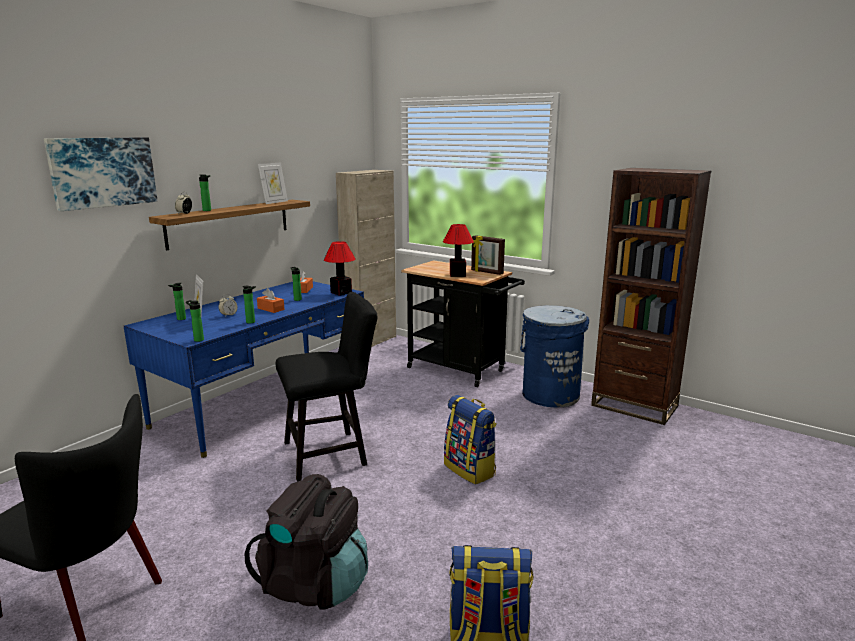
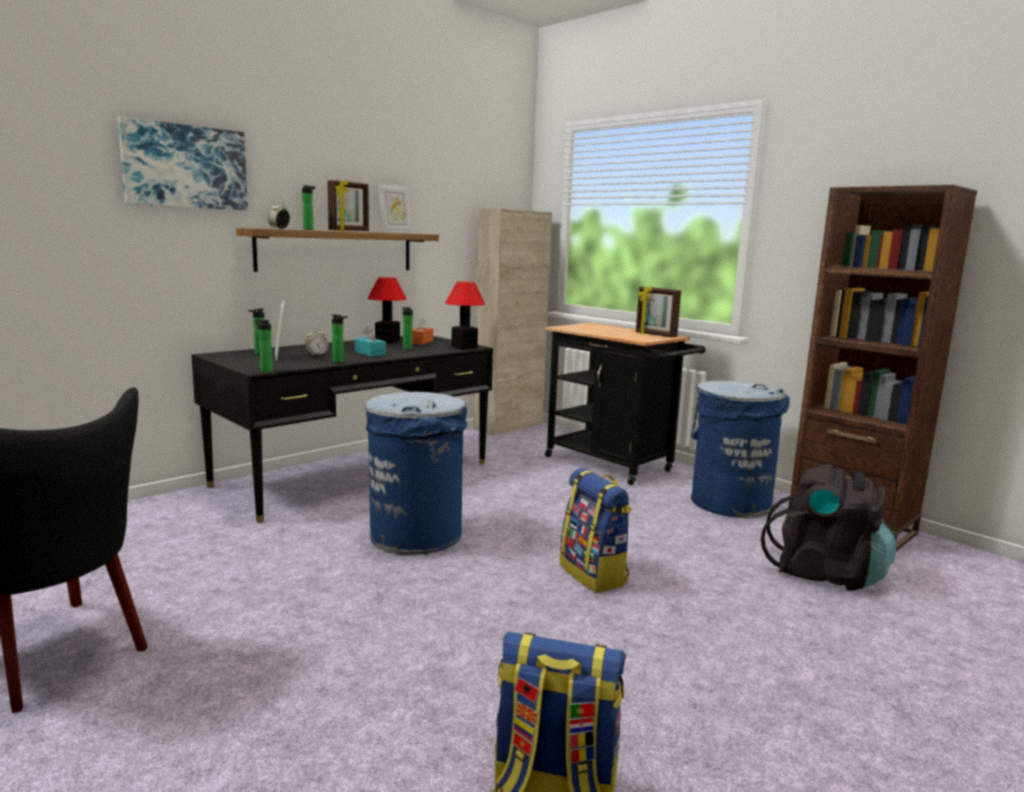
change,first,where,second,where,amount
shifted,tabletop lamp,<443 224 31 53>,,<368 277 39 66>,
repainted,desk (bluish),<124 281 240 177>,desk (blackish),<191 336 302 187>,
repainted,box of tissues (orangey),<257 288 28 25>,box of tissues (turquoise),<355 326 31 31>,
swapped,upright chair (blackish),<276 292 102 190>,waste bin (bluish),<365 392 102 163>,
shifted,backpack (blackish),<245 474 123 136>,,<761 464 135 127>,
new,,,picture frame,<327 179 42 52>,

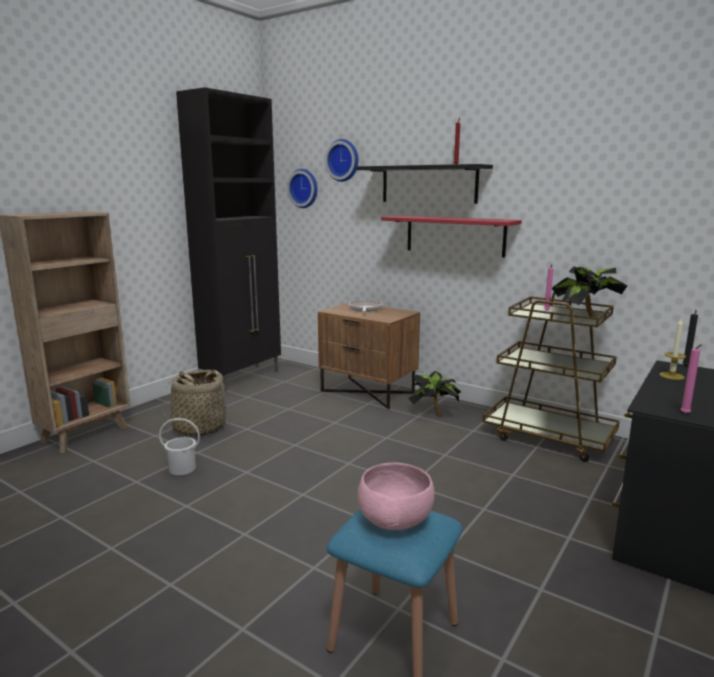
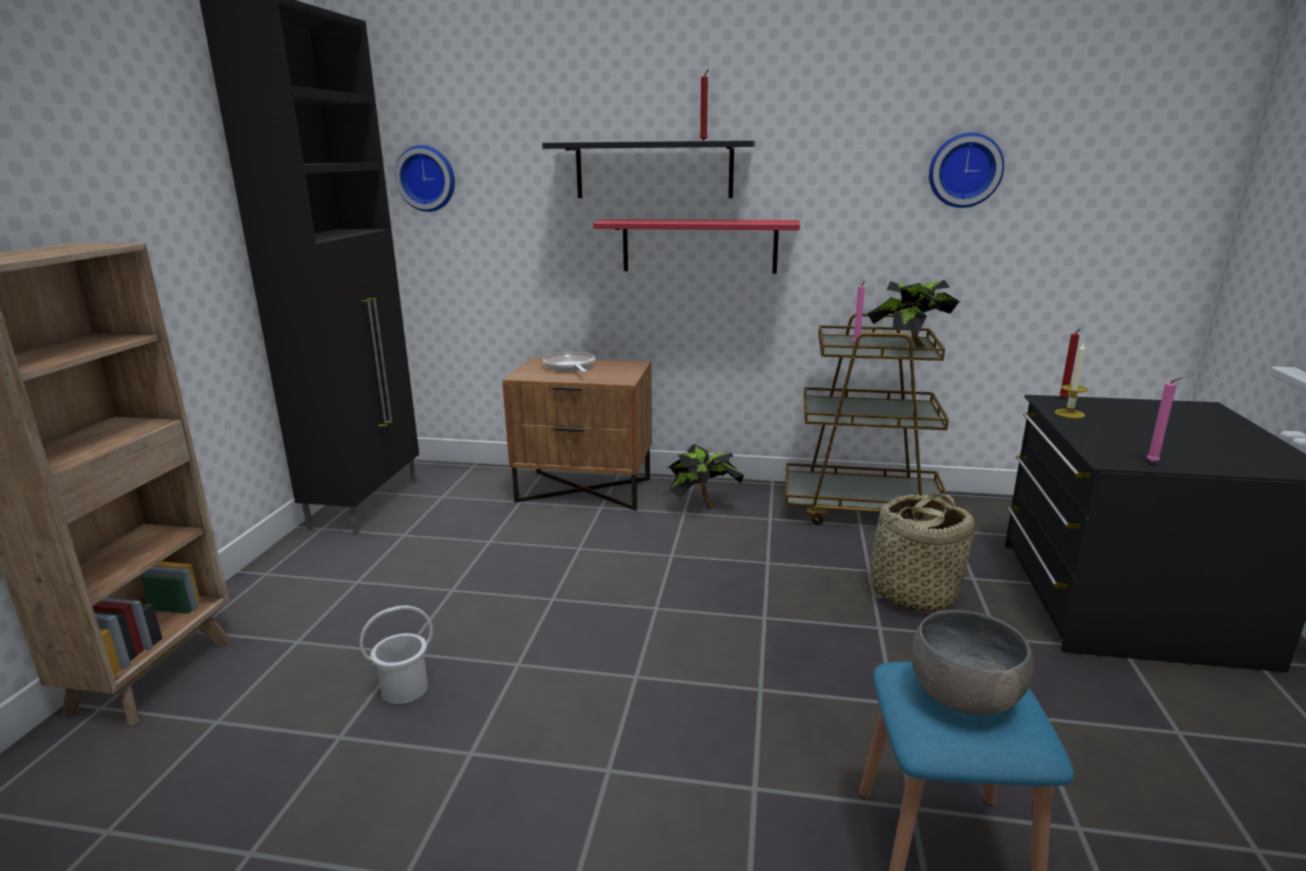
change,first,where,second,where,amount
shifted,hanging clock,<325 139 33 43>,,<929 133 75 75>,
repainted,wax light (blackish),<682 310 16 56>,wax light (red-coloured),<1059 329 21 69>,
shifted,storage basket,<162 370 70 66>,,<859 494 115 119>,
repainted,serving bowl (pink),<358 463 77 67>,serving bowl (gray),<911 610 123 105>,

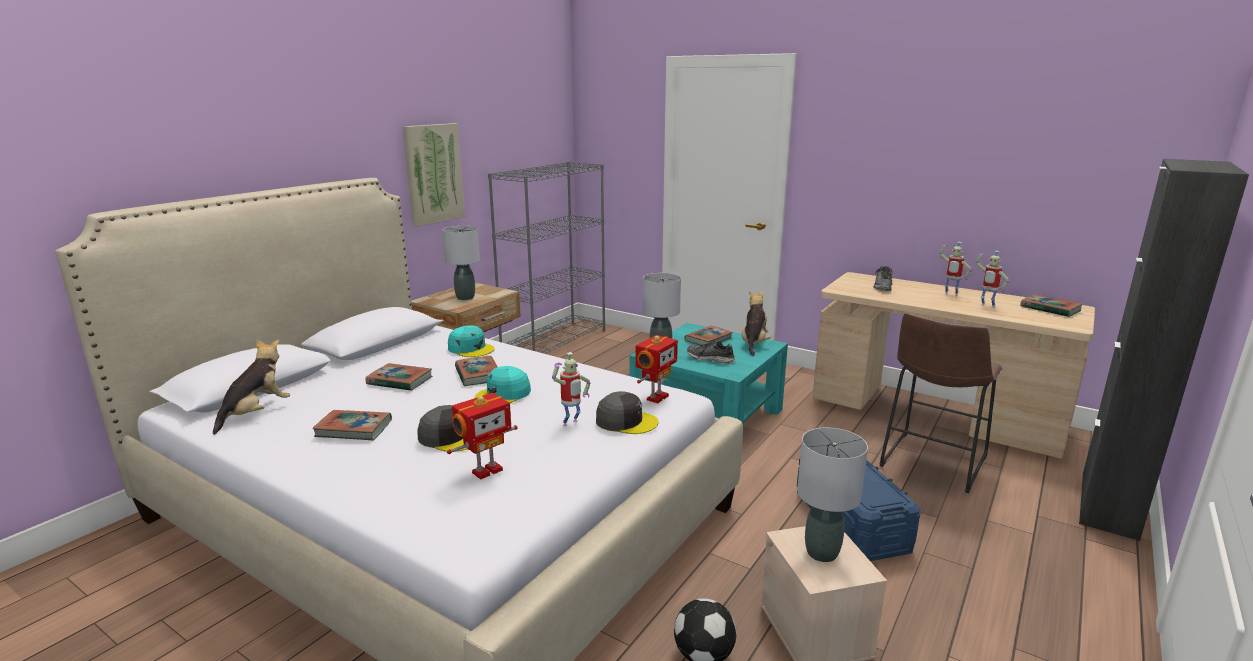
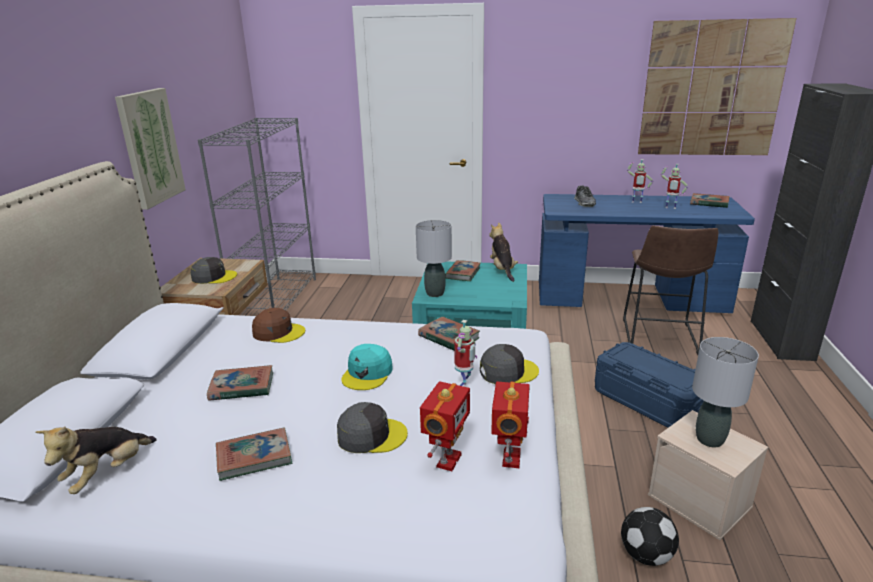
change,first,where,second,where,amount
swapped,tabletop lamp (gray),<442 226 38 74>,peaked cap (gray),<191 257 46 27>,
repainted,desk (beige),<812 272 283 186>,desk (bluish),<539 194 216 119>,
repainted,peaked cap (turquoise),<448 326 47 31>,peaked cap (brown),<252 308 53 35>,
shifted,toy robot,<635 335 43 68>,,<491 382 39 86>,
rotated,plush toy,<213 339 77 96>,,<35 427 122 67>,150 degrees counterclockwise
gone,low shoe,<687 340 48 24>,,,
shifted,volume,<455 356 43 30>,,<418 317 62 33>,
new,,,wall picture,<638 18 158 137>,

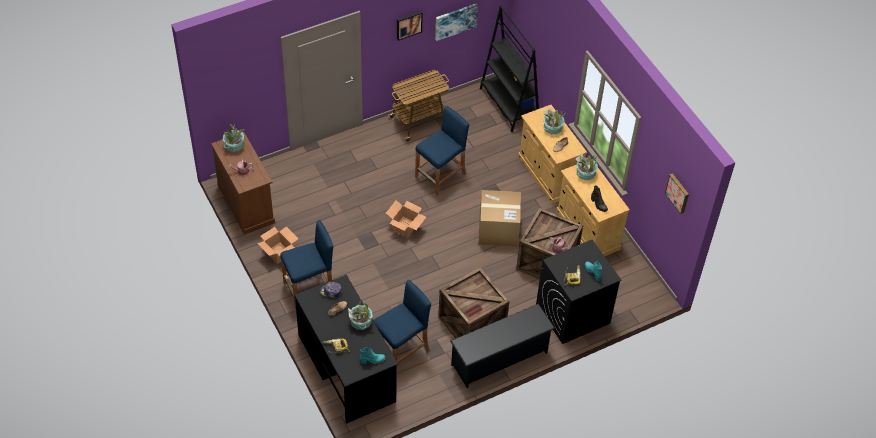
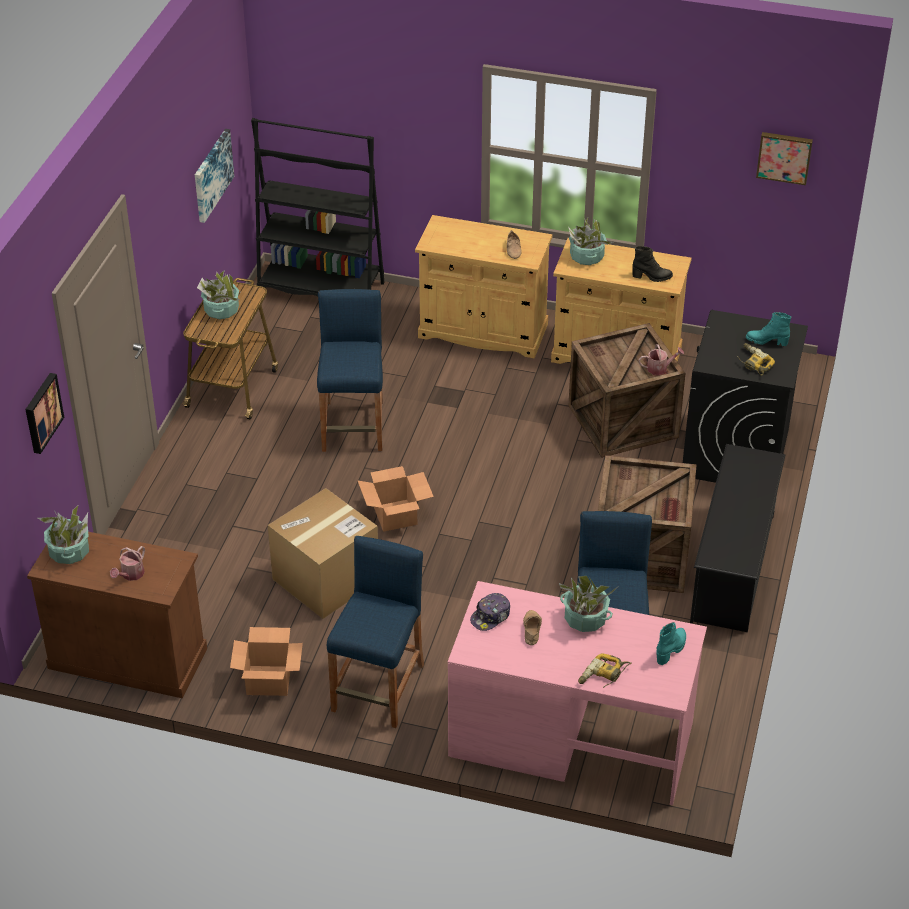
change,first,where,second,where,amount
shifted,wall picture,<397 11 26 30>,,<25 373 39 81>,
shifted,plant in a pot,<543 108 23 26>,,<197 270 43 49>,
shifted,packing box,<479 190 42 57>,,<268 488 110 131>,
repainted,desk (blackish),<295 275 103 149>,desk (pink),<448 581 259 224>,

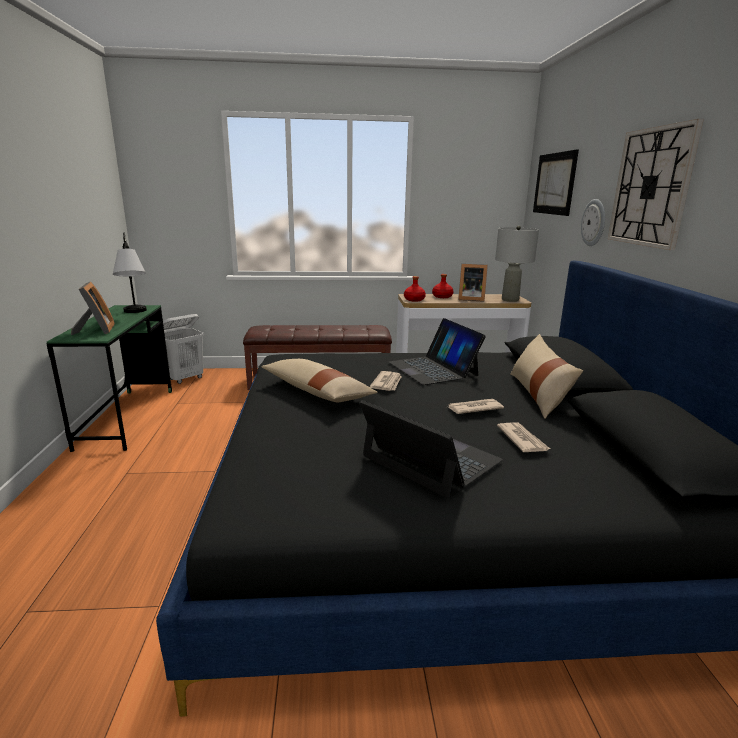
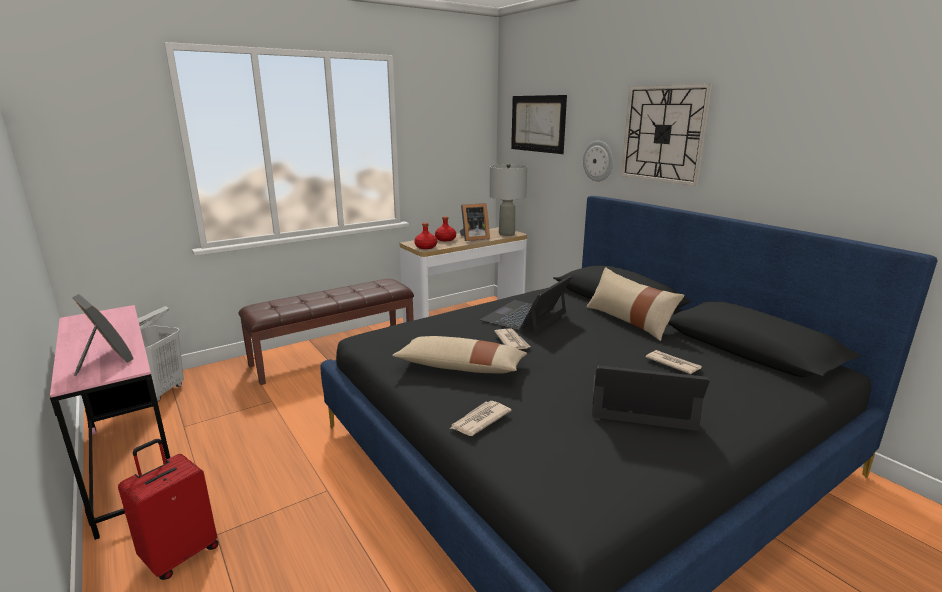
change,first,where,second,where,amount
gone,tabletop lamp,<113 233 34 80>,,,
repainted,desk (green),<47 305 125 147>,desk (pink),<50 305 120 235>,
rotated,notebook computer,<389 318 97 67>,,<480 275 92 59>,90 degrees clockwise
shifted,daily paper,<448 399 56 15>,,<451 401 61 35>,
new,,,travel case (red-coloured),<118 439 101 141>,

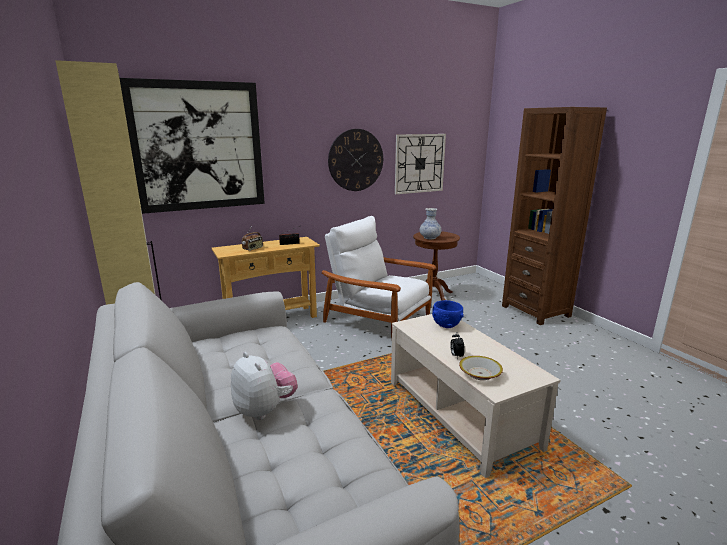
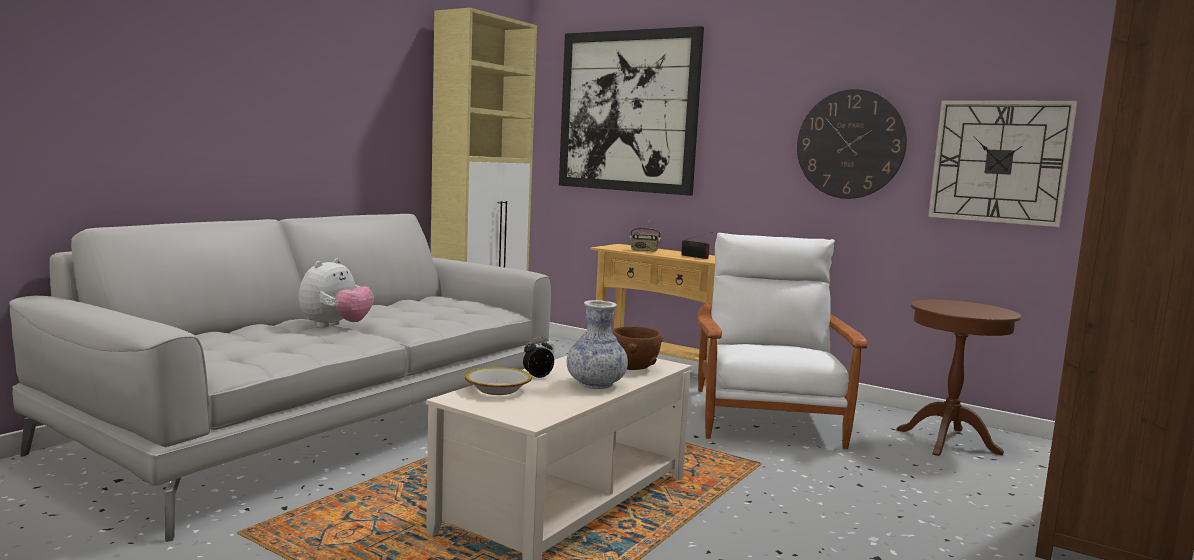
change,first,where,second,where,amount
shifted,vase,<420 208 21 31>,,<567 300 61 89>,
repainted,serving bowl (bluish),<432 300 32 28>,serving bowl (brown),<612 326 51 44>,

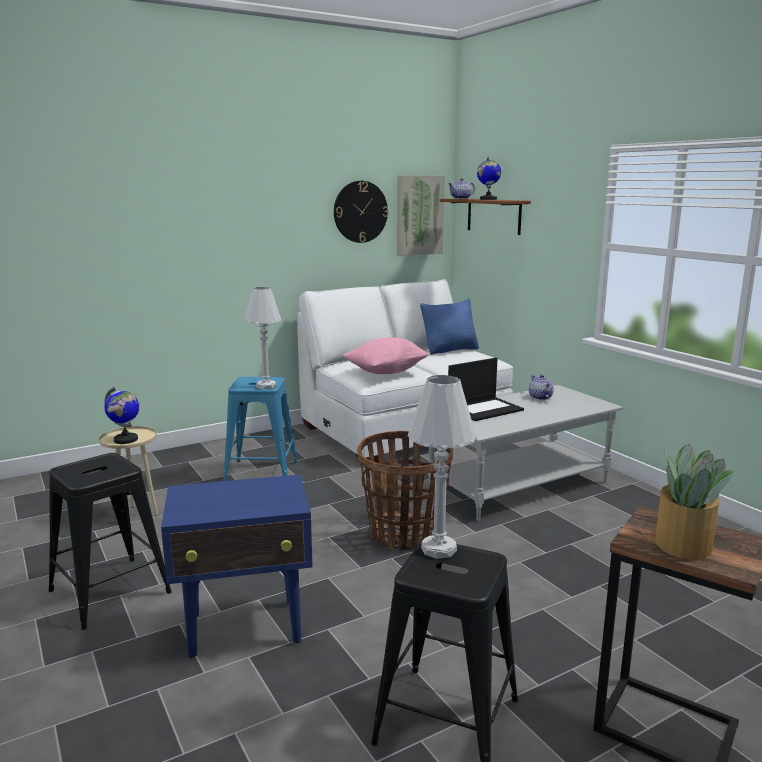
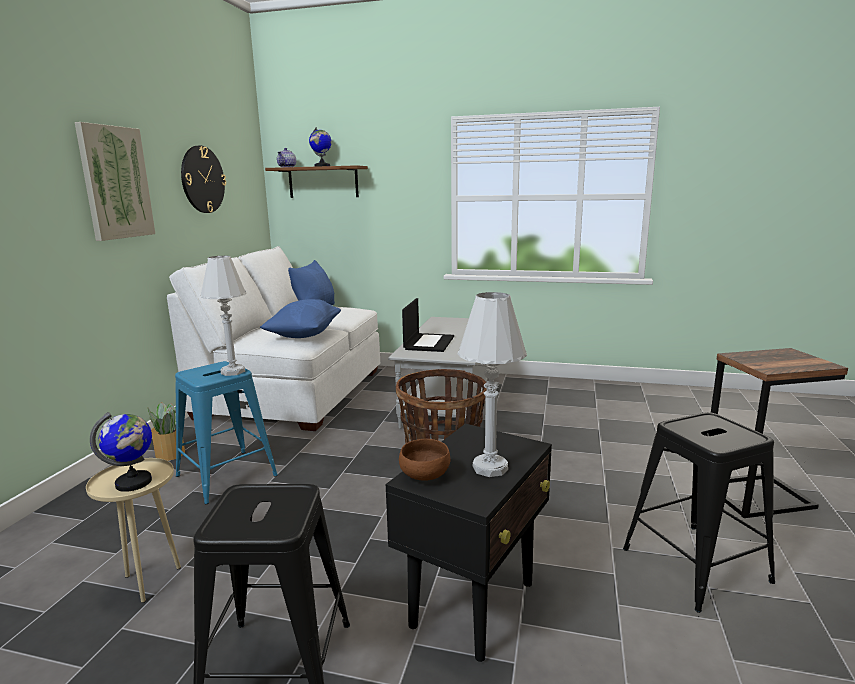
change,first,where,second,where,amount
shifted,wall picture,<397 175 48 81>,,<75 122 80 119>,
repainted,throw pillow (pink),<342 337 87 37>,throw pillow (bluish),<260 299 81 39>,
gone,pot for tea,<529 374 25 26>,,,
shifted,tabletop lamp (white-coloured),<408 375 68 184>,,<457 292 70 185>,
shifted,plant in a pot,<655 444 78 116>,,<148 402 37 59>,
repainted,end table (bluish),<161 474 151 184>,end table (blackish),<386 424 166 238>,
new,,,serving bowl (brown),<399 439 51 42>,

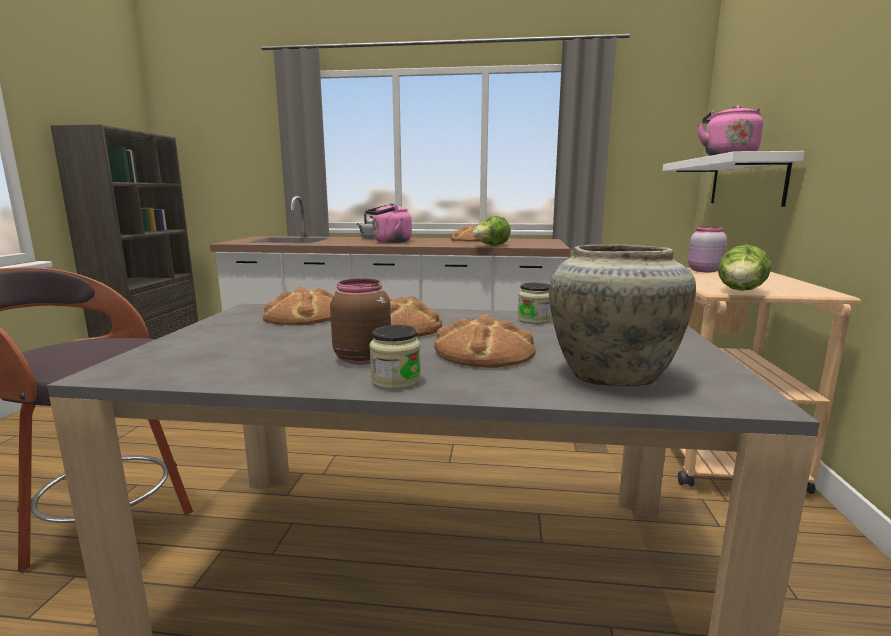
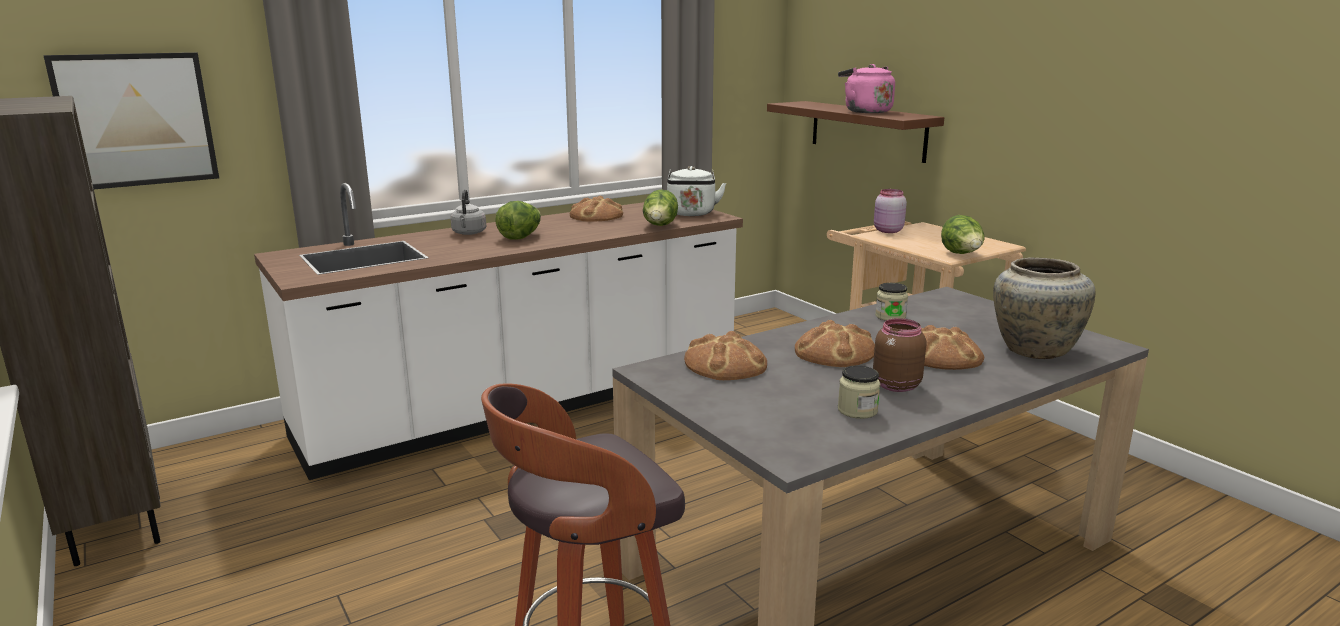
change,first,where,second,where,amount
repainted,shelf (white-coloured),<662 151 143 56>,shelf (brown),<767 101 177 62>,
swapped,water kettle (pink),<366 203 46 40>,lettuce,<496 201 45 39>,
shifted,storage jar,<370 325 51 65>,,<838 365 42 54>,
new,,,wall picture,<44 52 175 137>,
new,,,water kettle (white-coloured),<667 166 59 50>,

